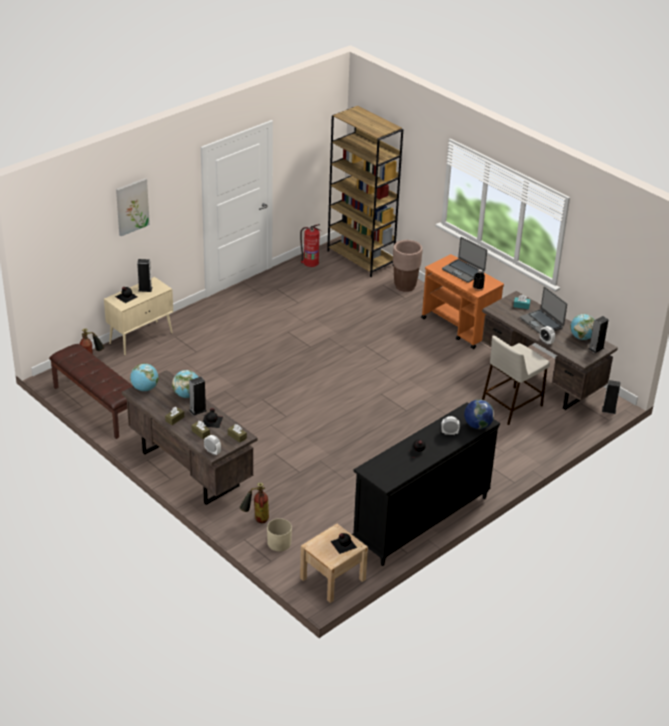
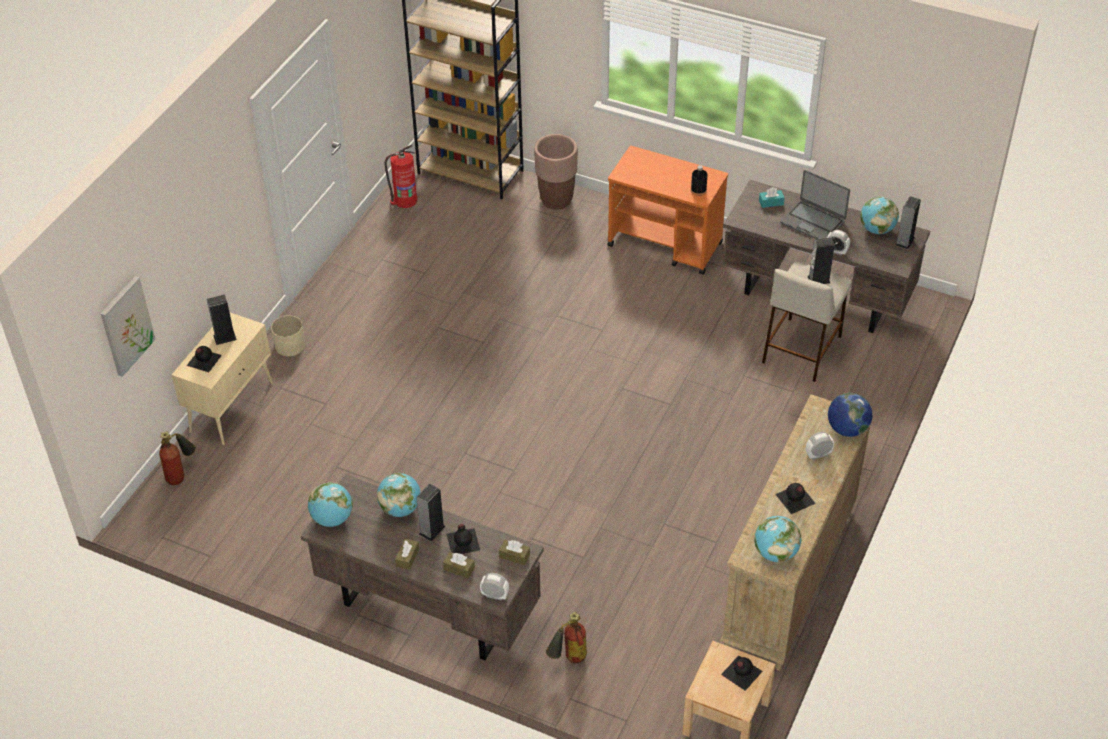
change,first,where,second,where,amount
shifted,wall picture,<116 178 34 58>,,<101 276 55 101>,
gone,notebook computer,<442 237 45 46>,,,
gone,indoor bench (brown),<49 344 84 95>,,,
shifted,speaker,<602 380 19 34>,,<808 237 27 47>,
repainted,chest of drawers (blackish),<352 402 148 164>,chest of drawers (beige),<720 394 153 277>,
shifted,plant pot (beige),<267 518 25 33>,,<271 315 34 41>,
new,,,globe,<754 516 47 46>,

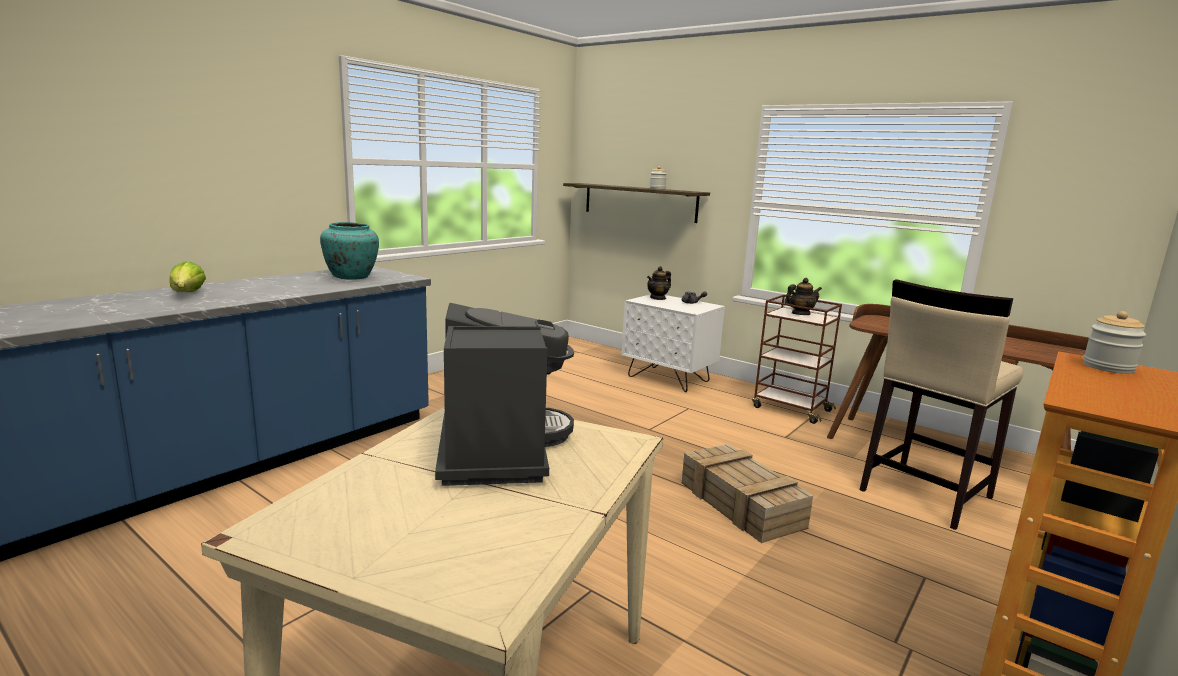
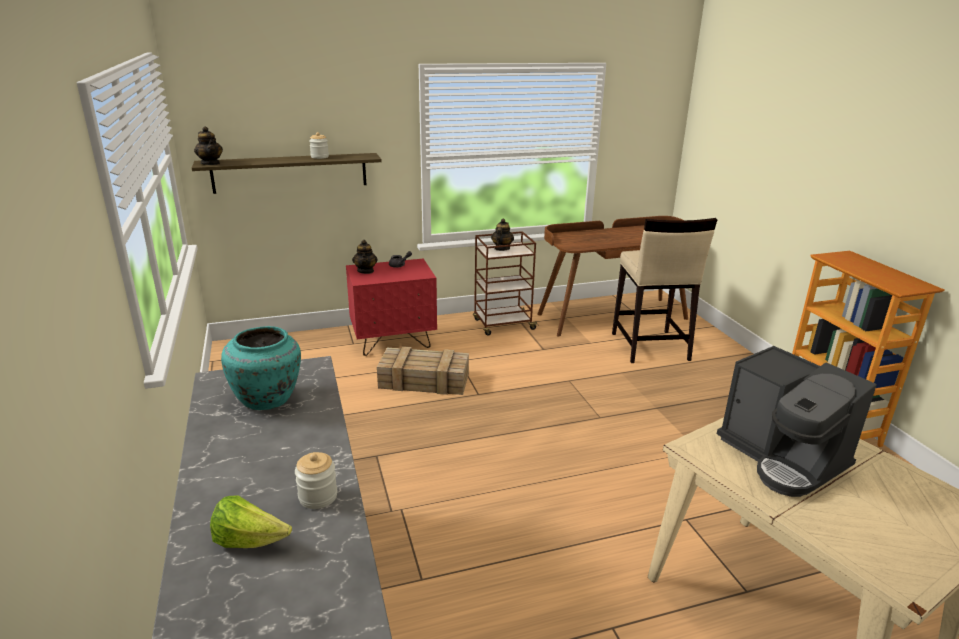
change,first,where,second,where,amount
repainted,night table (white-coloured),<621 294 104 98>,night table (red-coloured),<346 258 91 98>,
rotated,coffee maker,<435 303 139 183>,,<717 346 160 151>,150 degrees counterclockwise
shifted,storage jar,<1083 311 63 63>,,<295 452 42 57>,
shifted,crate,<682 444 131 99>,,<377 346 92 49>,
new,,,pot for tea,<194 126 29 39>,

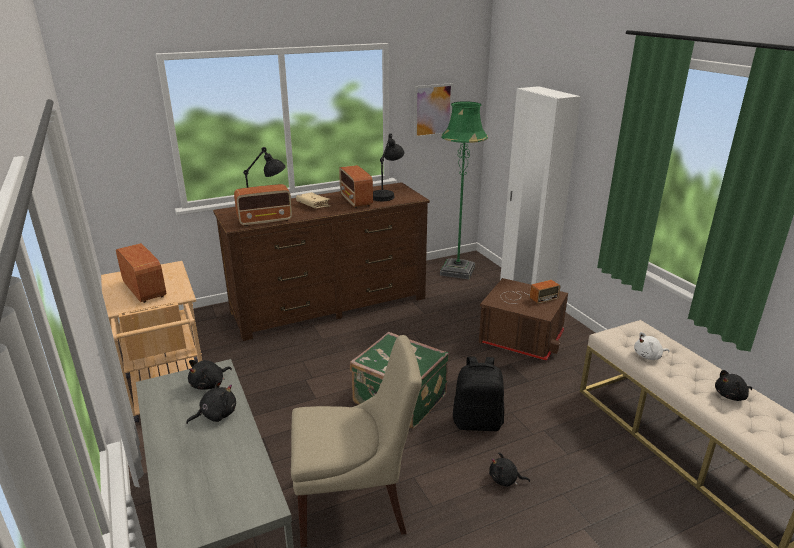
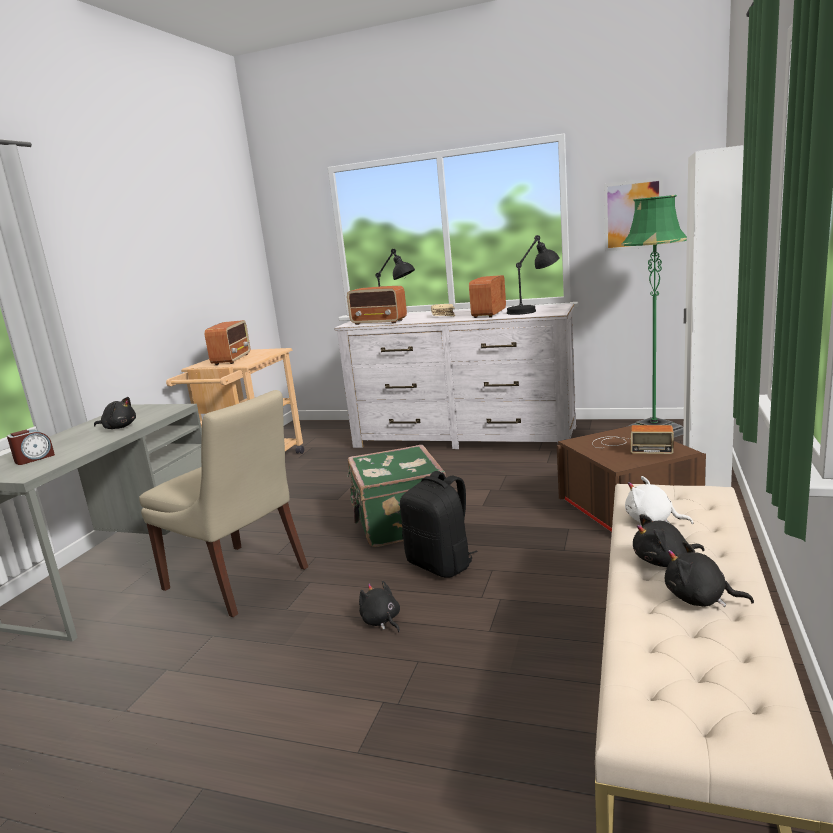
change,first,where,second,where,amount
repainted,chest of drawers (brown),<213 182 217 159>,chest of drawers (white-coloured),<334 304 242 145>,
shifted,plush toy (blackish),<188 360 44 30>,,<633 514 72 53>,
new,,,alarm clock,<7 429 48 36>,

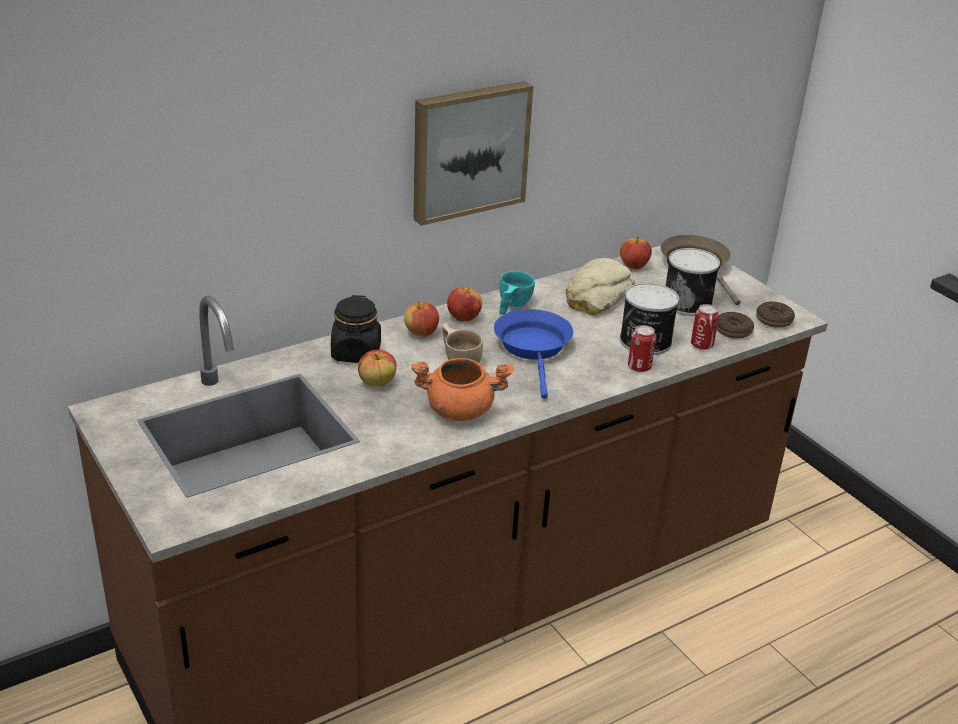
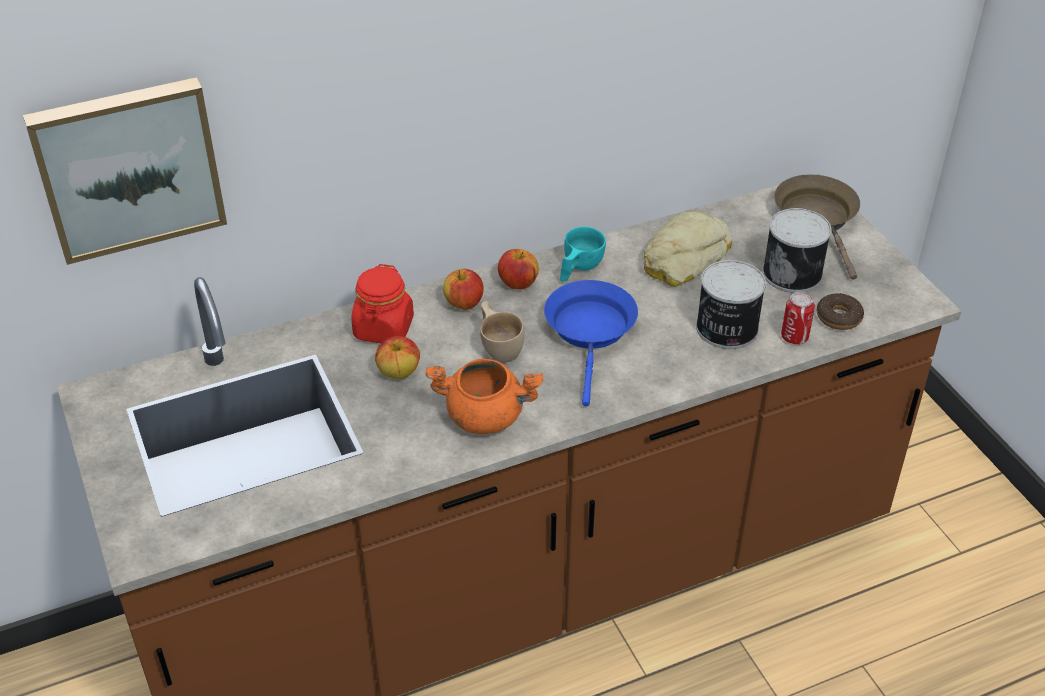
change,first,where,second,where,amount
shifted,wall picture,<413 81 120 145>,,<23 77 204 188>,
gone,whole apple,<620 237 32 33>,,,
repainted,storage jar (blackish),<331 295 50 68>,storage jar (red-coloured),<351 264 63 79>,
gone,donut,<756 302 39 26>,,,
gone,sealed can,<628 325 28 47>,,,

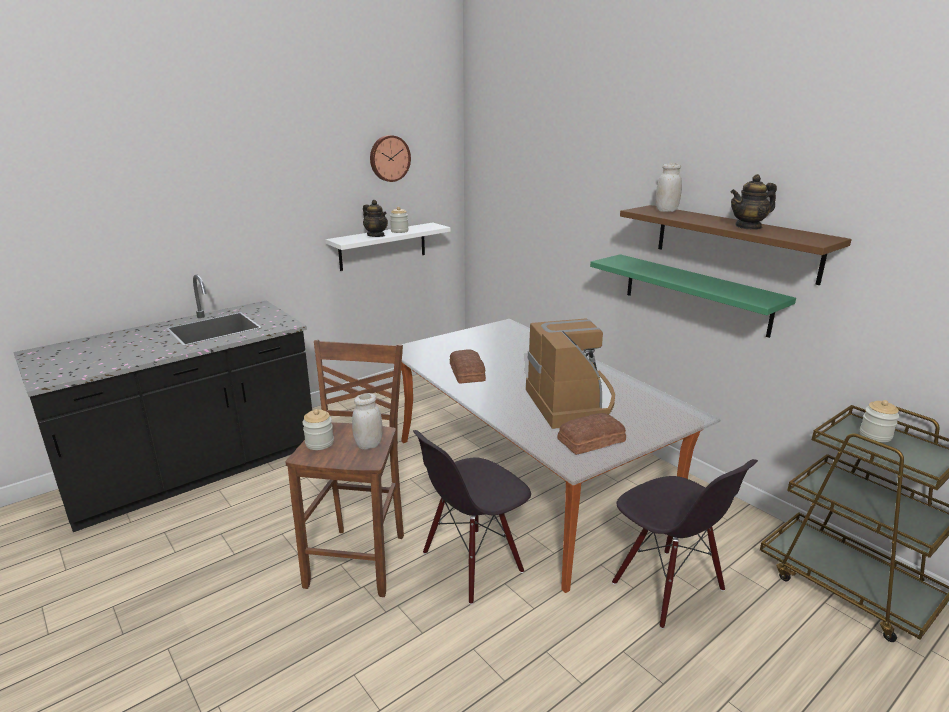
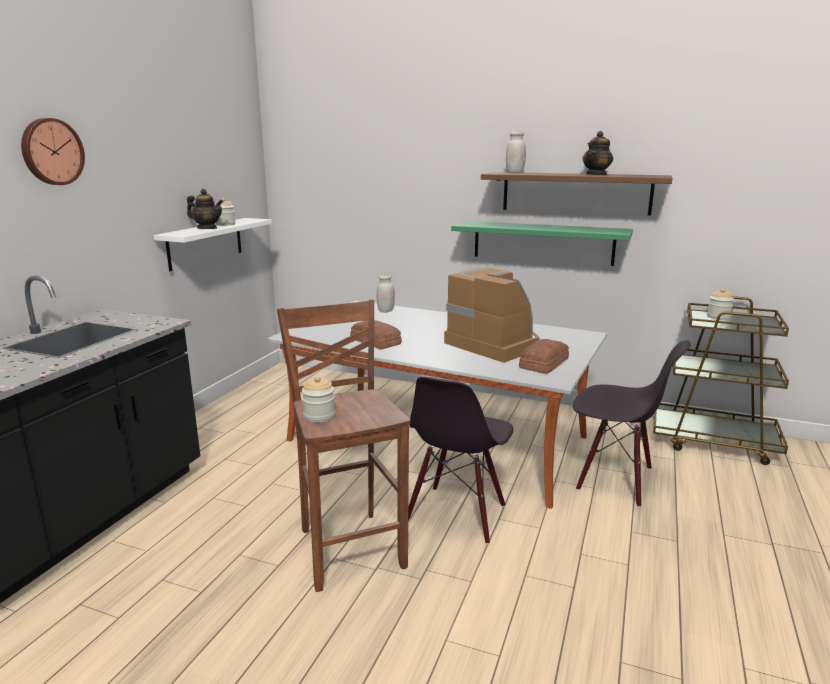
change,first,where,second,where,amount
shifted,hanging clock,<370 135 41 47>,,<21 118 64 67>,
shifted,storage jar (white-coloured),<352 393 30 56>,,<377 274 18 39>,

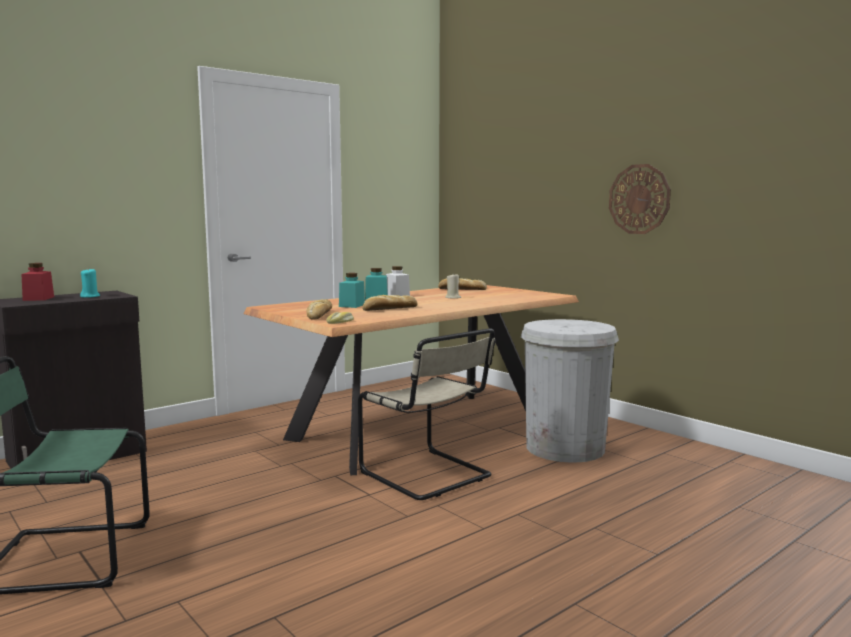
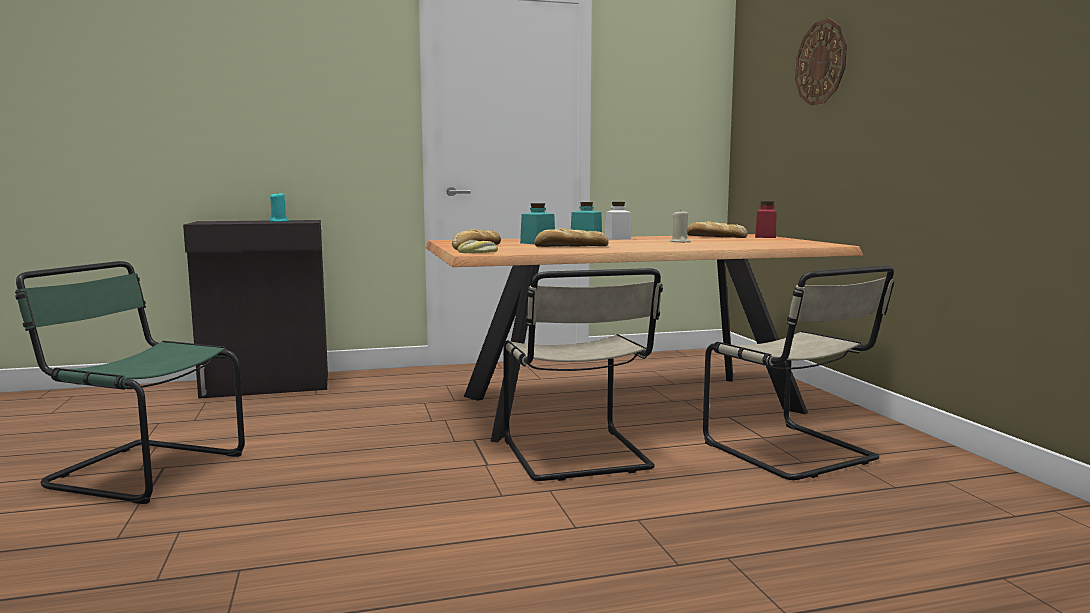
change,first,where,second,where,amount
shifted,hanging clock,<609 164 62 70>,,<795 18 52 87>,
shifted,storage jar (red-coloured),<21 263 33 38>,,<755 201 22 37>,
swapped,waste bin (white-coloured),<521 319 98 144>,upright chair (beige),<703 265 191 215>,

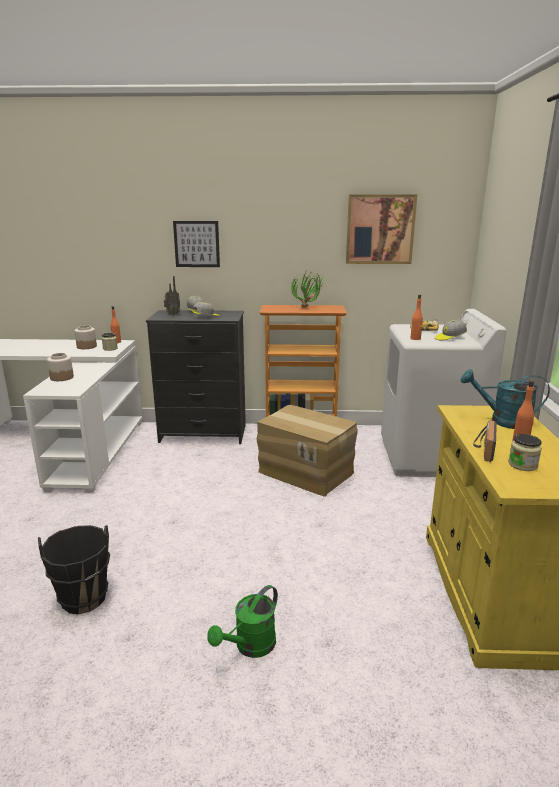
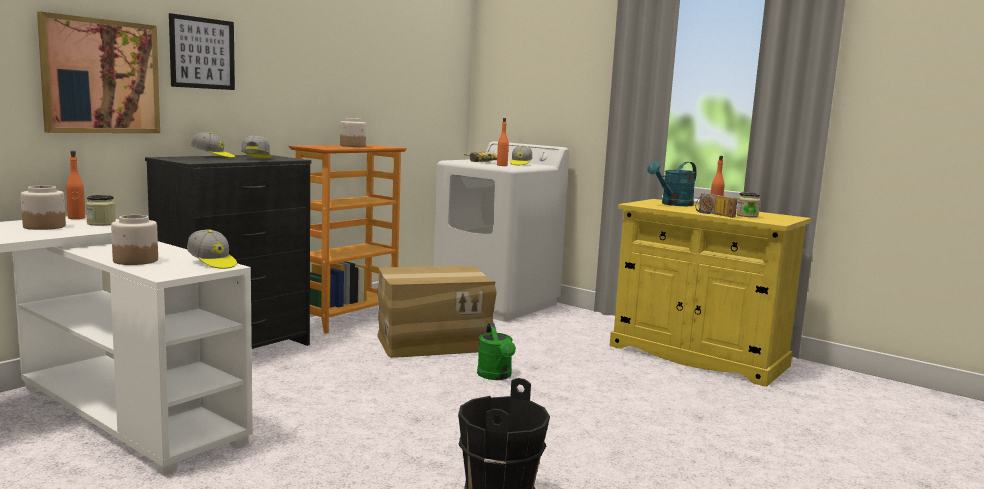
change,first,where,second,where,amount
shifted,wall picture,<346 194 71 70>,,<37 12 123 121>,
swapped,plant in a pot,<291 271 32 37>,storage jar,<340 118 26 29>,
gone,radio receiver,<164 276 16 39>,,,
shifted,watering pot (green),<207 585 71 73>,,<477 323 39 57>,
new,,,peaked cap,<187 229 50 40>,

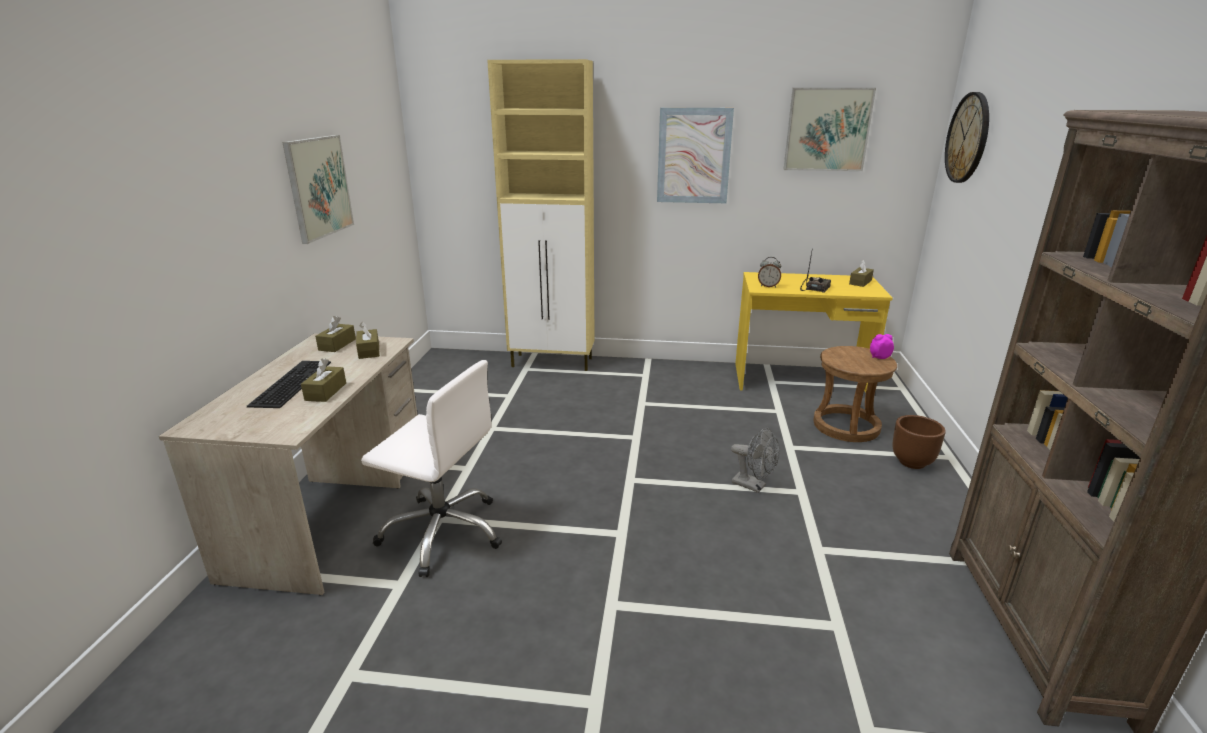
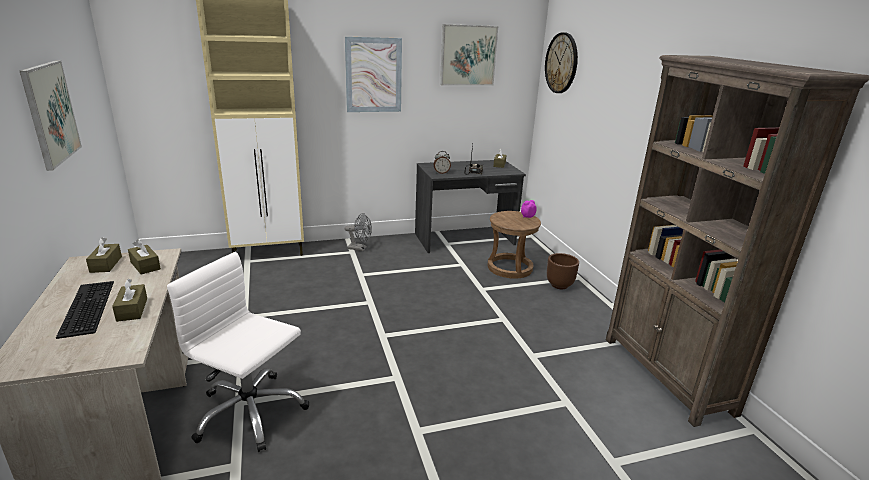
change,first,where,second,where,amount
repainted,desk (yellowish),<735 272 158 120>,desk (gray),<415 160 111 93>,
rotated,office chair (white-coloured),<361 360 141 217>,,<167 252 142 200>,150 degrees counterclockwise
shifted,fan (gray),<731 428 48 65>,,<345 213 27 38>,

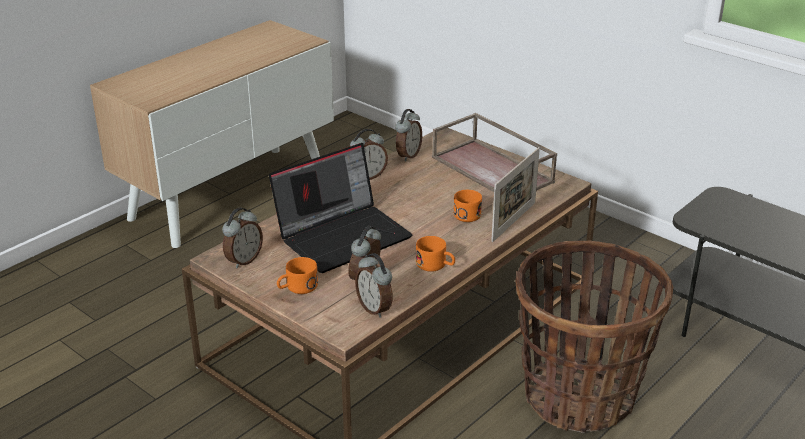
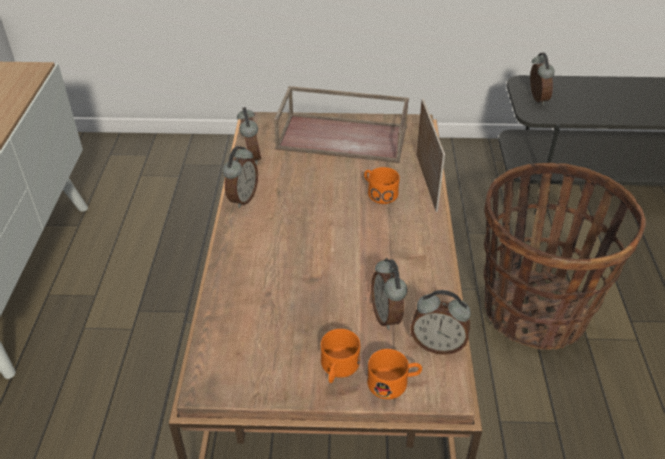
change,first,where,second,where,amount
gone,notebook computer,<269 143 143 130>,,,
shifted,alarm clock,<222 208 41 60>,,<530 53 25 52>,
shifted,mug (orangey),<416 236 39 36>,,<367 349 55 50>,

